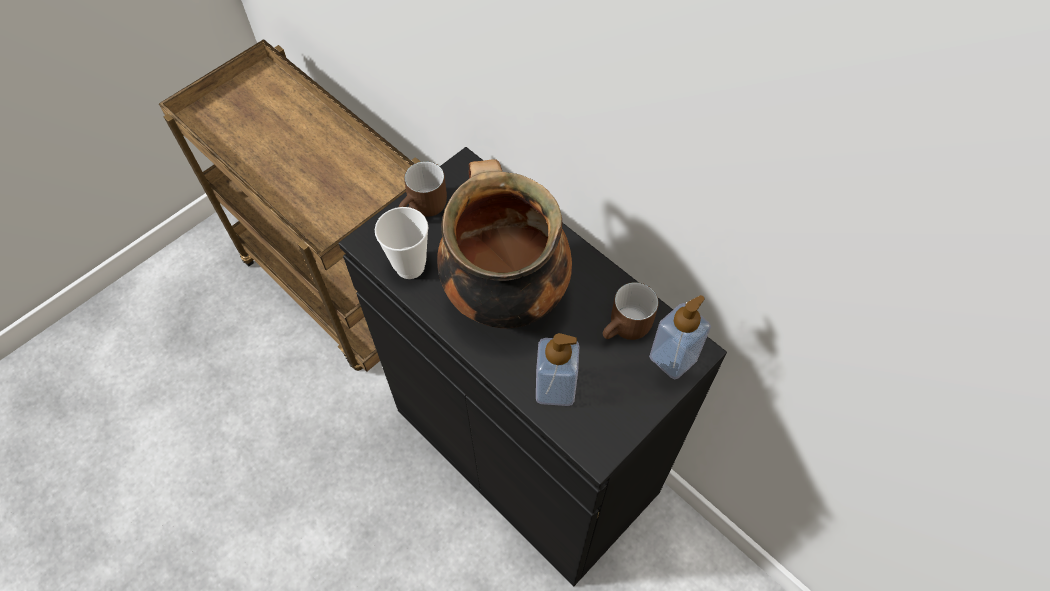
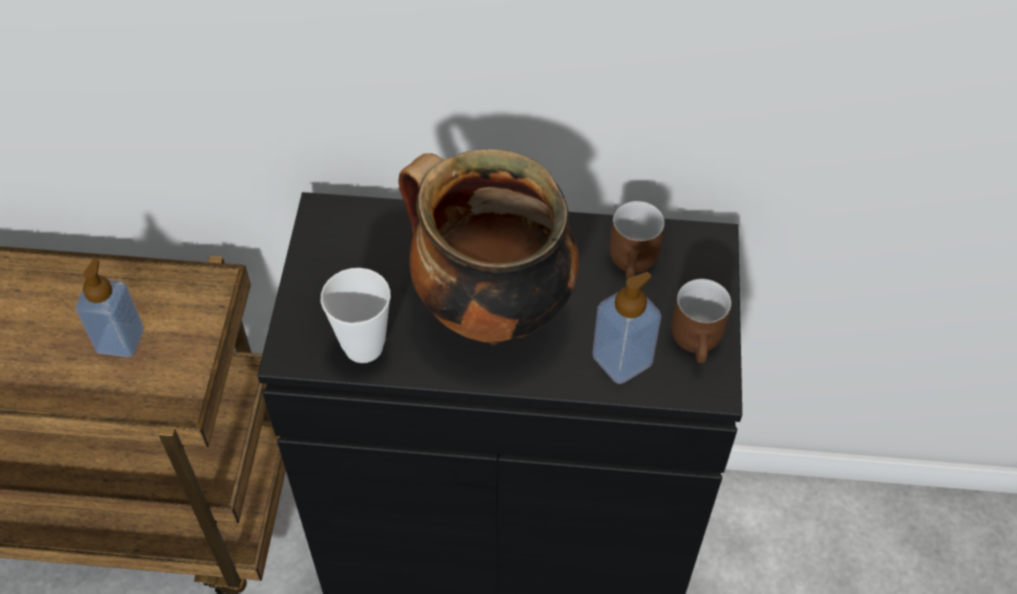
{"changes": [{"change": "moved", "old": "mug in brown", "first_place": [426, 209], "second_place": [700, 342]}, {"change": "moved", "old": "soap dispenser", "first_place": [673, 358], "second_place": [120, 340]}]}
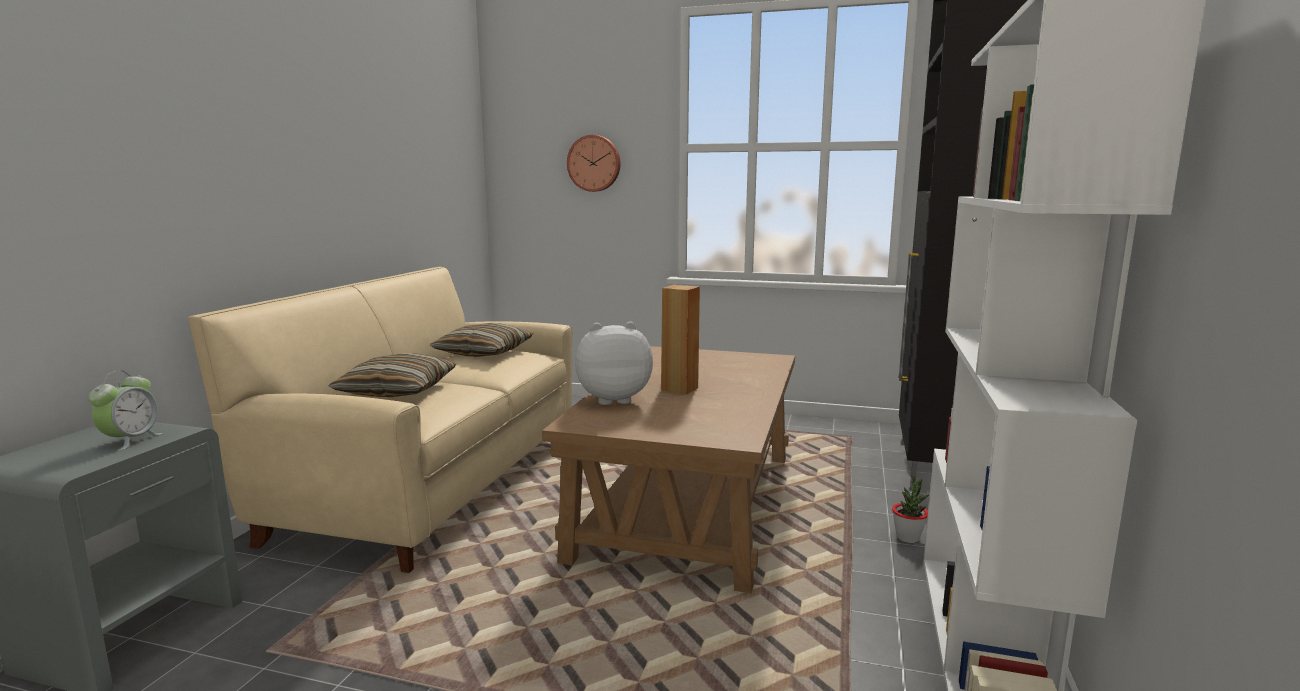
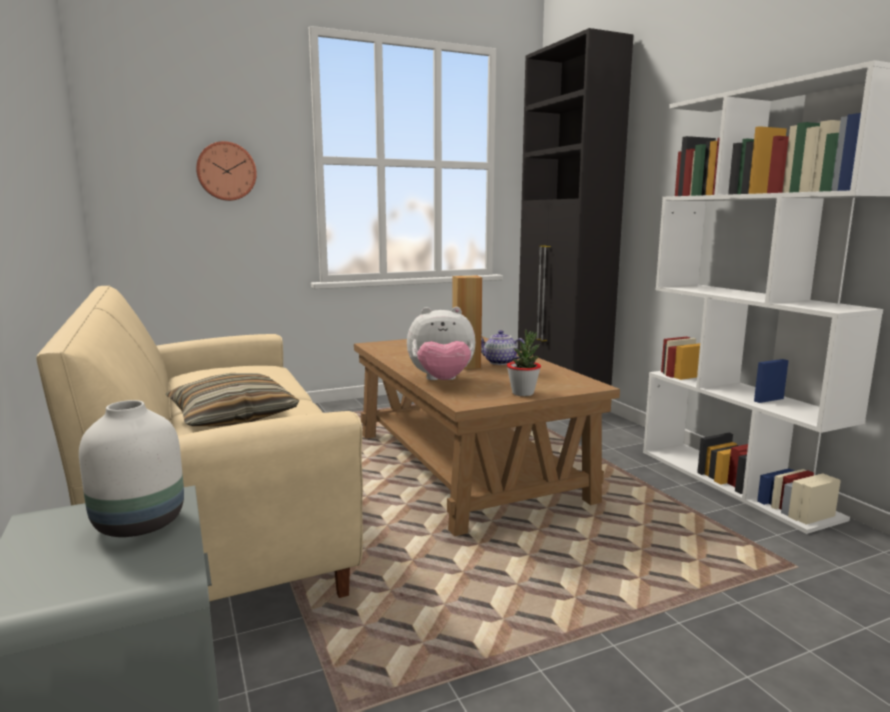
{"changes": [{"change": "replaced", "old": "alarm clock", "new": "vase in white", "first_place": [131, 441], "second_place": [137, 523]}, {"change": "removed", "old": "pillow", "first_place": [484, 352]}, {"change": "turned", "old": "plush toy", "first_place": [613, 399], "second_place": [442, 381], "degrees": -135}, {"change": "moved", "old": "potted plant", "first_place": [908, 538], "second_place": [523, 393]}, {"change": "added", "new": "teapot", "second_place": [499, 362]}]}
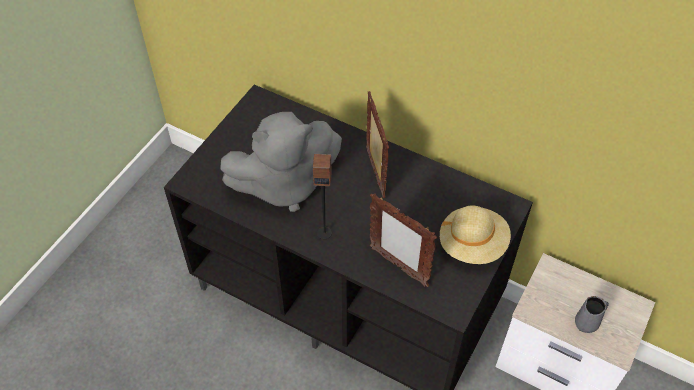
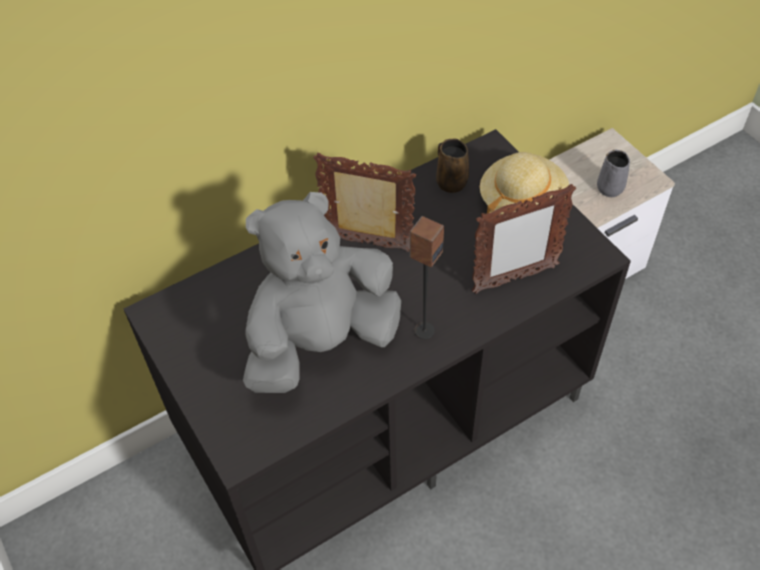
{"changes": [{"change": "turned", "old": "plush toy in grey", "first_place": [284, 184], "second_place": [321, 342], "degrees": -135}, {"change": "added", "new": "mug in brown", "second_place": [450, 181]}]}
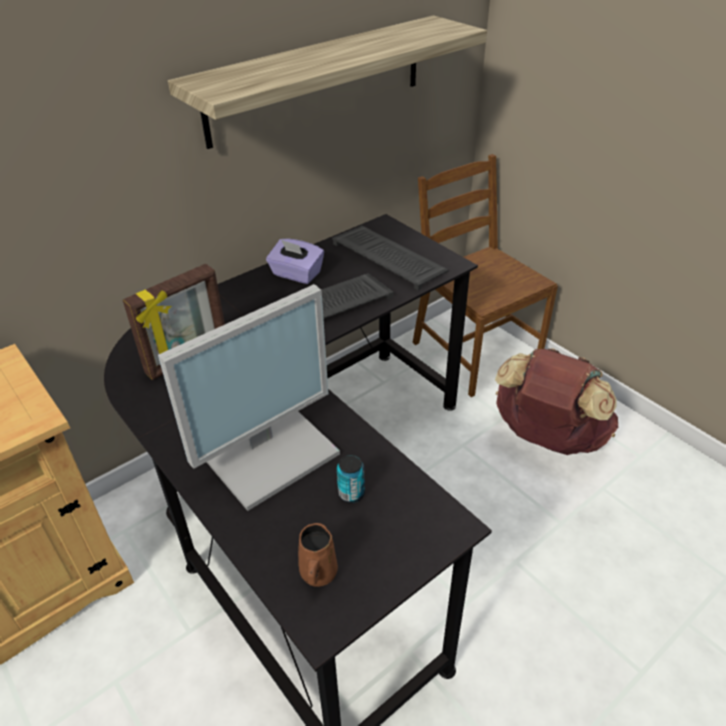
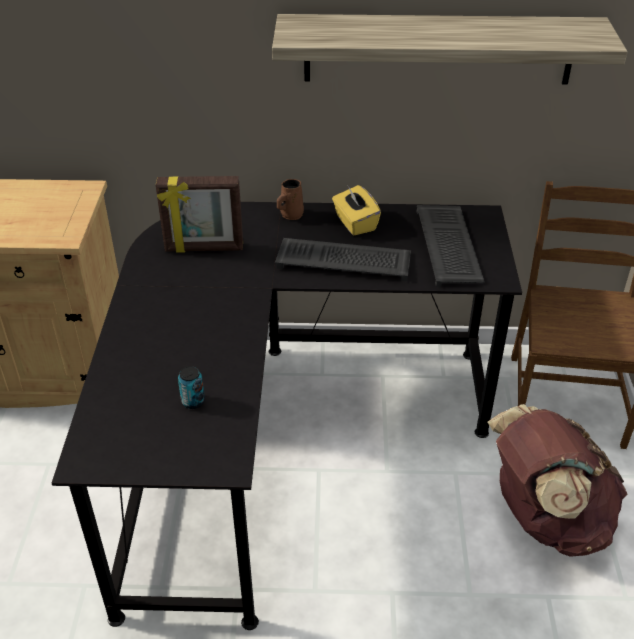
{"changes": [{"change": "removed", "old": "monitor", "first_place": [268, 449]}, {"change": "recoloured", "old": "tissue box in purple", "new": "tissue box in yellow", "first_place": [296, 274], "second_place": [355, 223]}, {"change": "moved", "old": "mug in brown", "first_place": [318, 574], "second_place": [290, 215]}]}
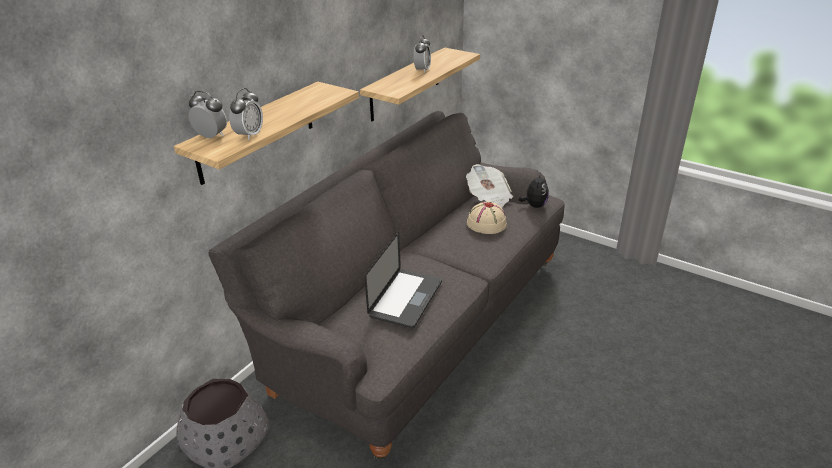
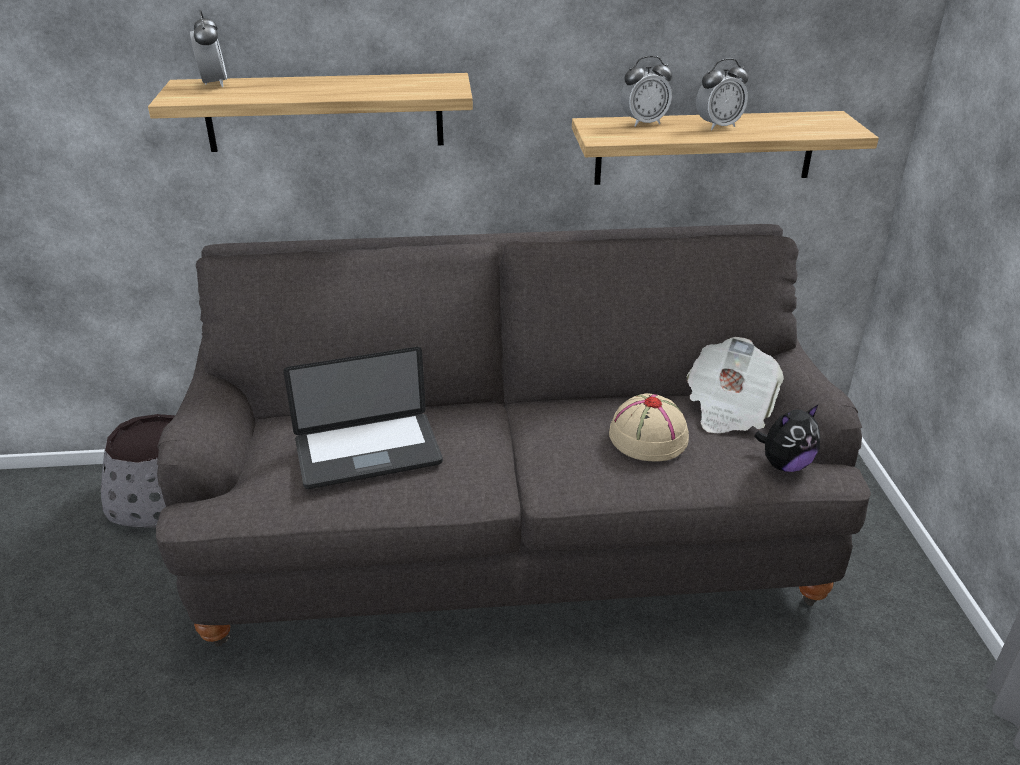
{"changes": [{"change": "moved", "old": "alarm clock", "first_place": [249, 135], "second_place": [643, 123]}]}
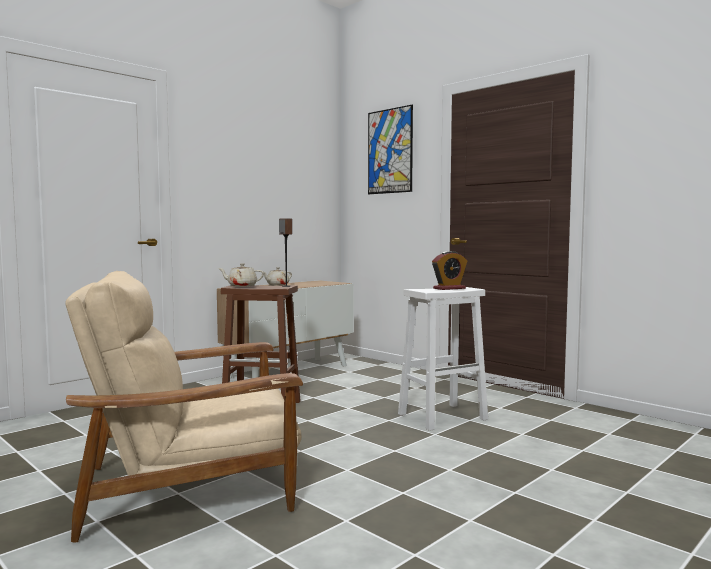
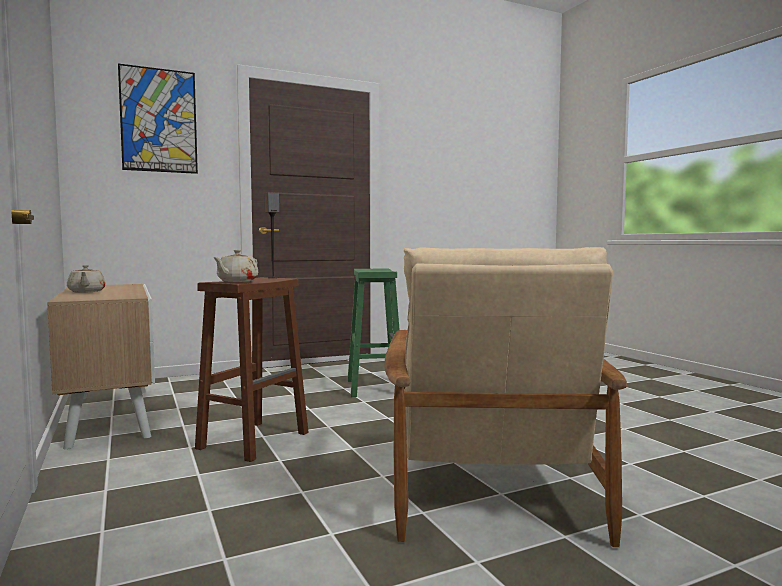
{"changes": [{"change": "recoloured", "old": "stool in white", "new": "stool in green", "first_place": [443, 416], "second_place": [374, 387]}, {"change": "removed", "old": "alarm clock", "first_place": [449, 288]}]}
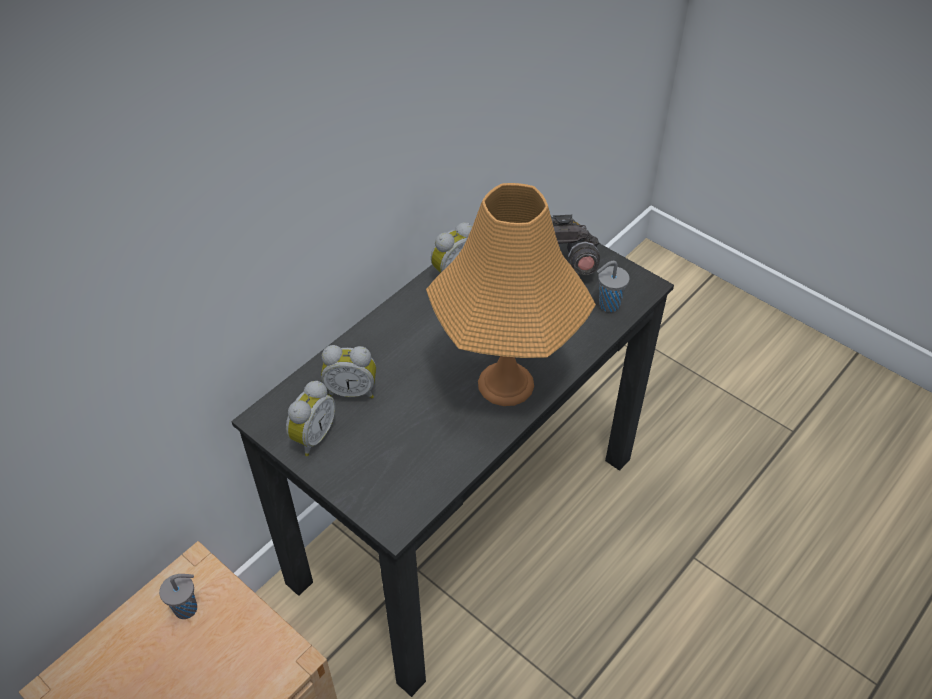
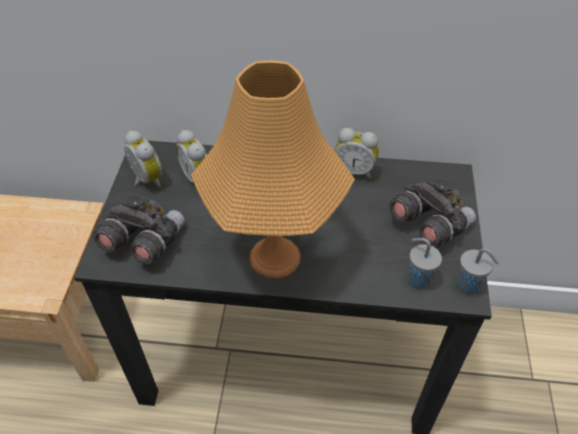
{"changes": [{"change": "moved", "old": "cup in grey", "first_place": [187, 608], "second_place": [468, 286]}, {"change": "turned", "old": "alarm clock", "first_place": [312, 436], "second_place": [145, 180], "degrees": -120}, {"change": "added", "new": "binoculars in grey", "second_place": [143, 242]}]}
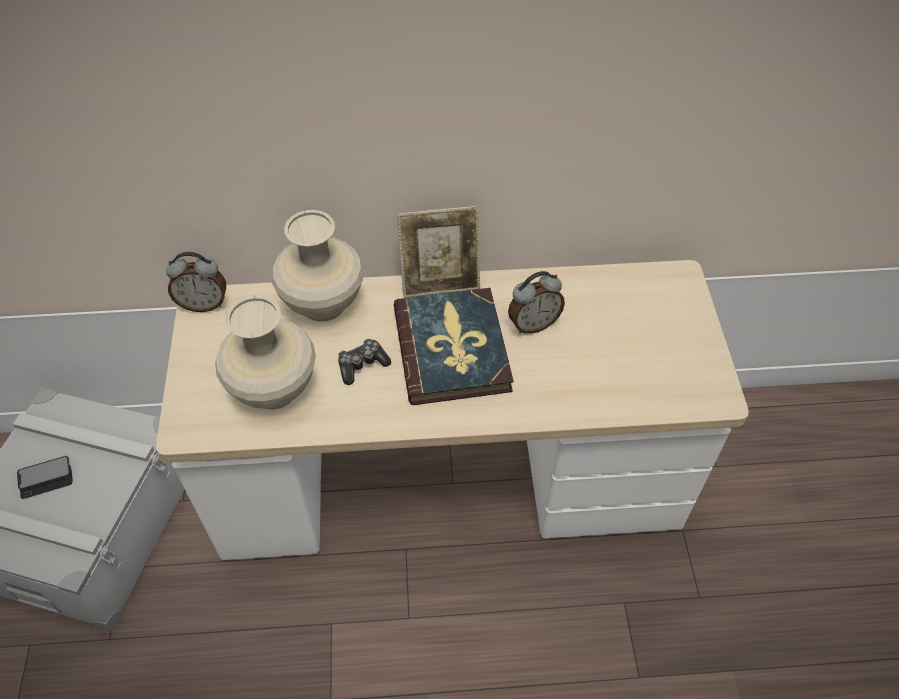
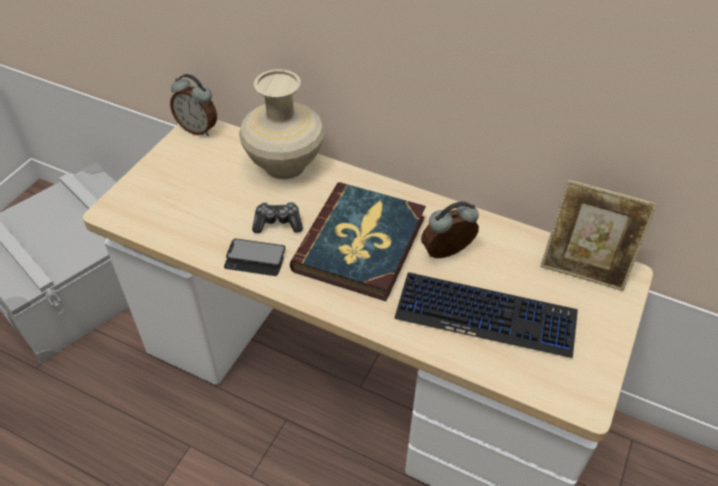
{"changes": [{"change": "moved", "old": "phone", "first_place": [45, 478], "second_place": [255, 258]}, {"change": "removed", "old": "vase in beige", "first_place": [273, 389]}, {"change": "moved", "old": "picture frame", "first_place": [440, 282], "second_place": [584, 267]}, {"change": "turned", "old": "alarm clock", "first_place": [533, 324], "second_place": [447, 254], "degrees": 150}, {"change": "added", "new": "keyboard", "second_place": [486, 315]}]}
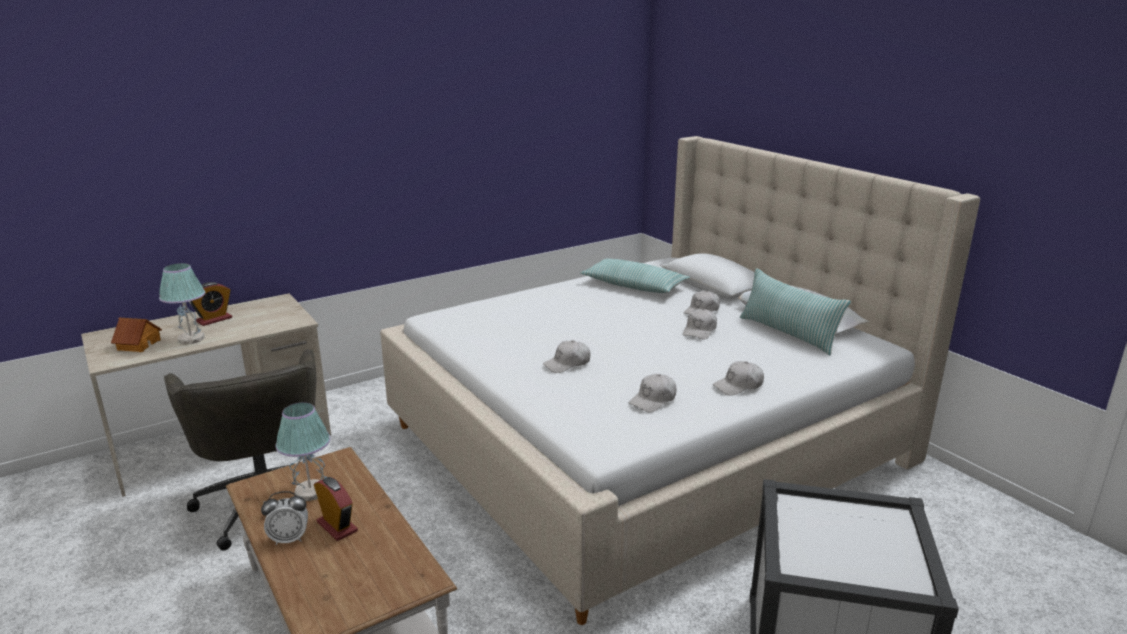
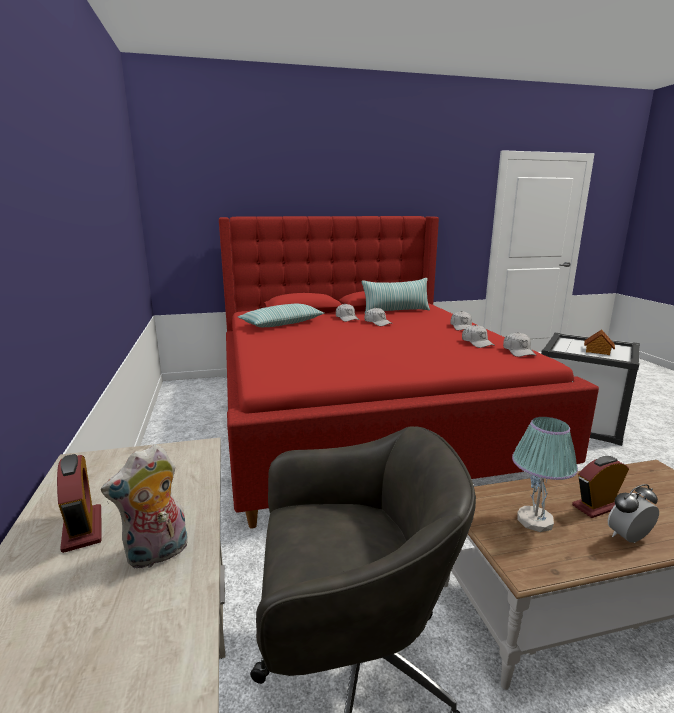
{"changes": [{"change": "moved", "old": "toy house", "first_place": [138, 345], "second_place": [597, 351]}, {"change": "replaced", "old": "table lamp", "new": "plush toy", "first_place": [191, 339], "second_place": [157, 555]}, {"change": "turned", "old": "alarm clock", "first_place": [289, 539], "second_place": [628, 538], "degrees": -120}, {"change": "recoloured", "old": "bed in beige", "new": "bed in red", "first_place": [649, 442], "second_place": [364, 417]}, {"change": "moved", "old": "cap in white", "first_place": [567, 364], "second_place": [518, 351]}]}
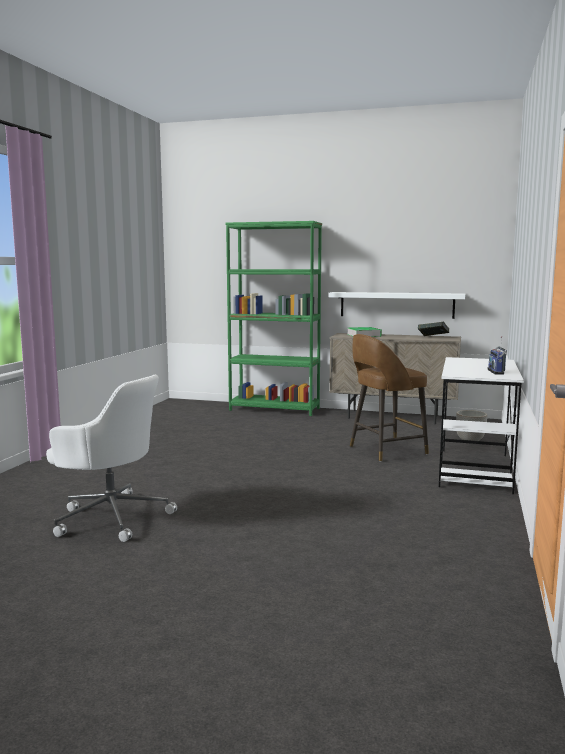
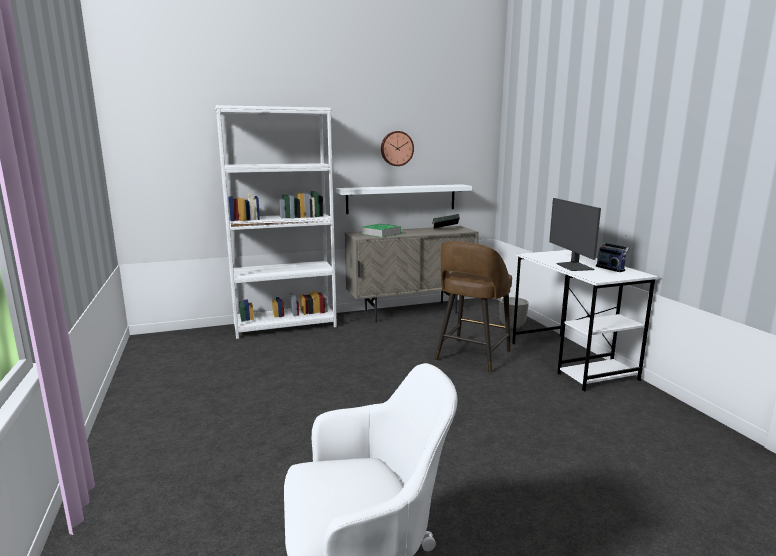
{"changes": [{"change": "recoloured", "old": "bookcase in green", "new": "bookcase in white", "first_place": [274, 409], "second_place": [285, 326]}, {"change": "added", "new": "wall clock", "second_place": [396, 148]}, {"change": "added", "new": "monitor", "second_place": [574, 267]}]}
